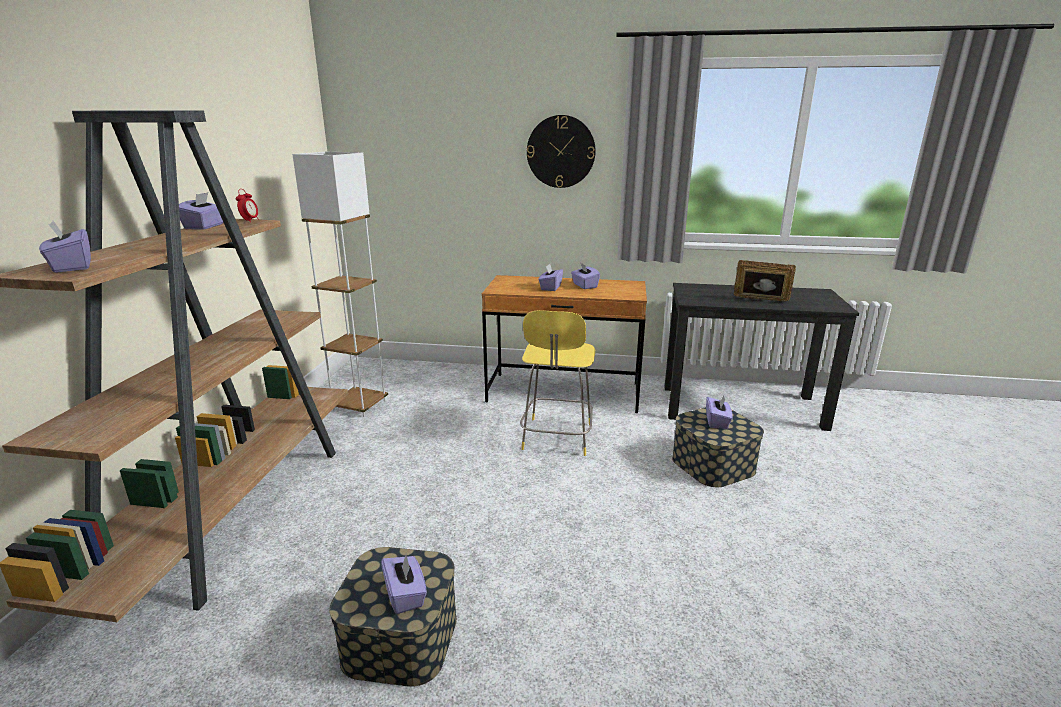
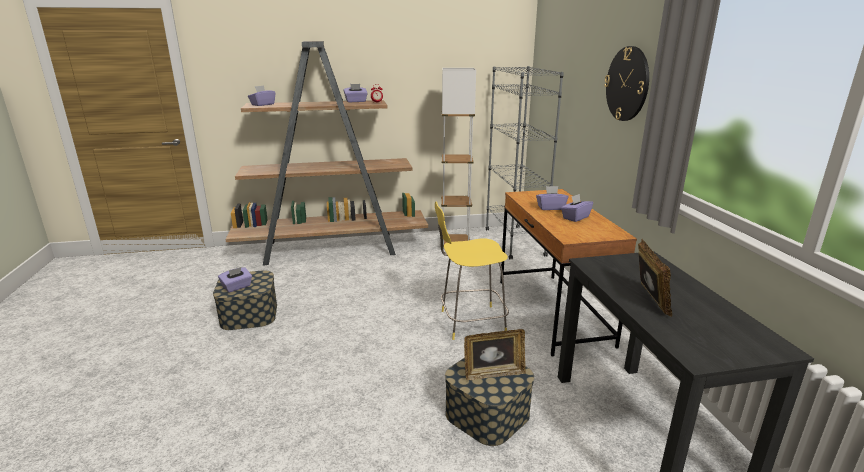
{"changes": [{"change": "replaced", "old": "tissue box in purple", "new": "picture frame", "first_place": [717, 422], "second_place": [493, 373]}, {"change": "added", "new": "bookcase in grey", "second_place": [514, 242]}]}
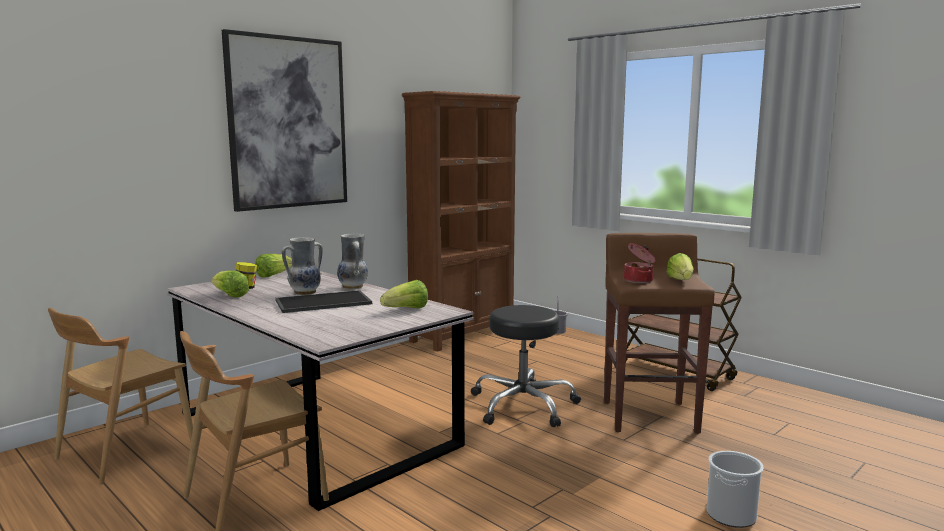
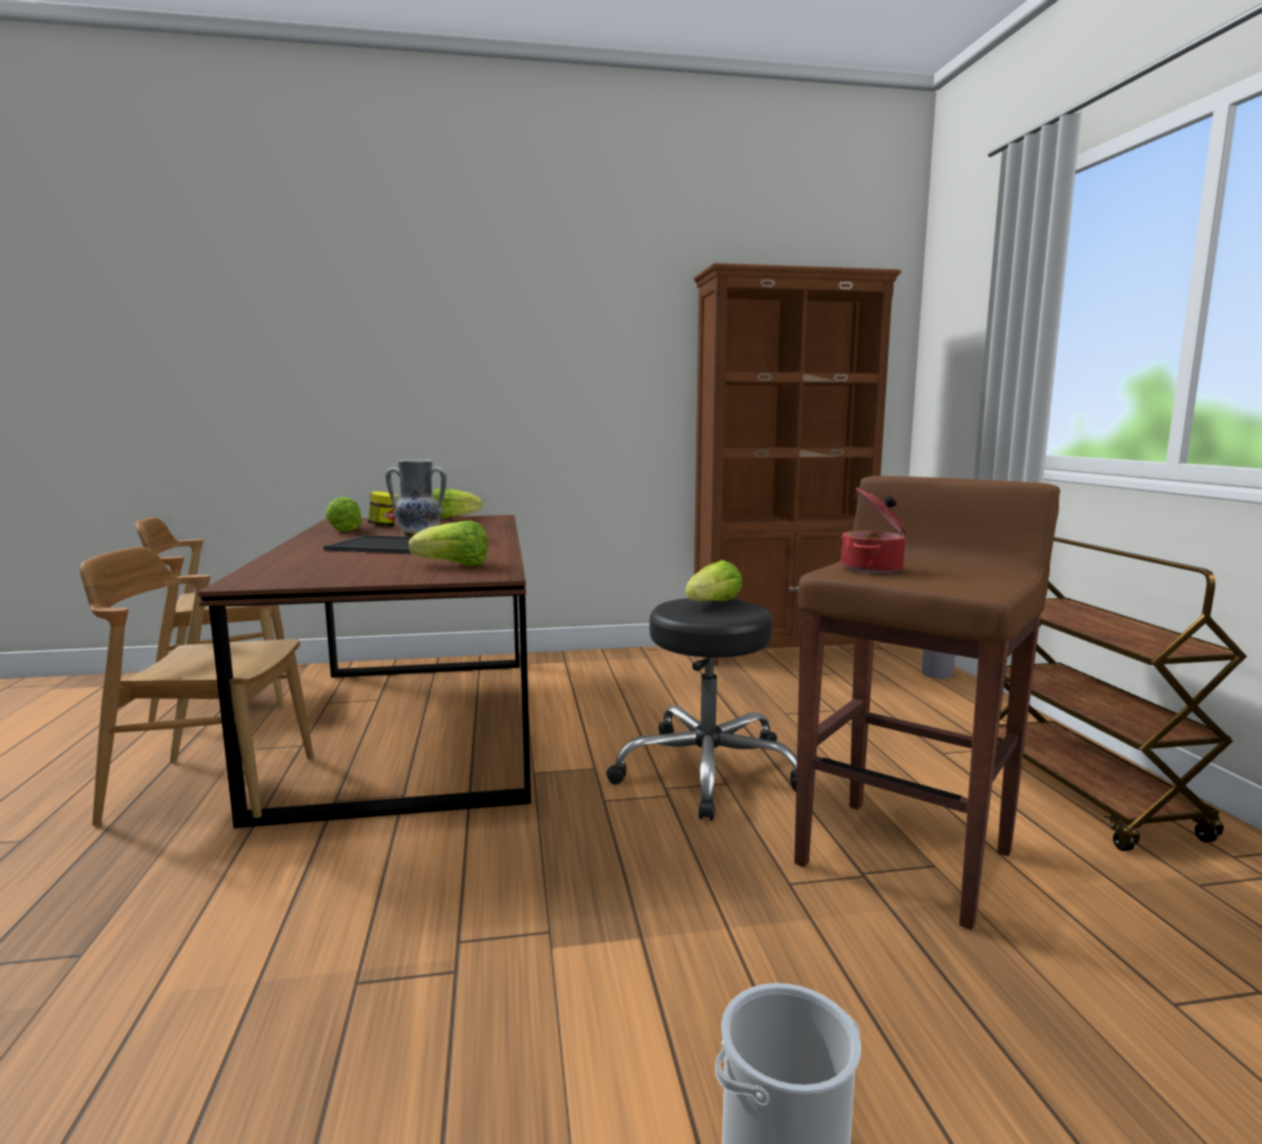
{"changes": [{"change": "recoloured", "old": "dining table in grey", "new": "dining table in brown", "first_place": [317, 428], "second_place": [414, 724]}, {"change": "removed", "old": "picture", "first_place": [288, 123]}, {"change": "removed", "old": "vase", "first_place": [353, 287]}, {"change": "moved", "old": "lettuce", "first_place": [681, 281], "second_place": [713, 604]}]}
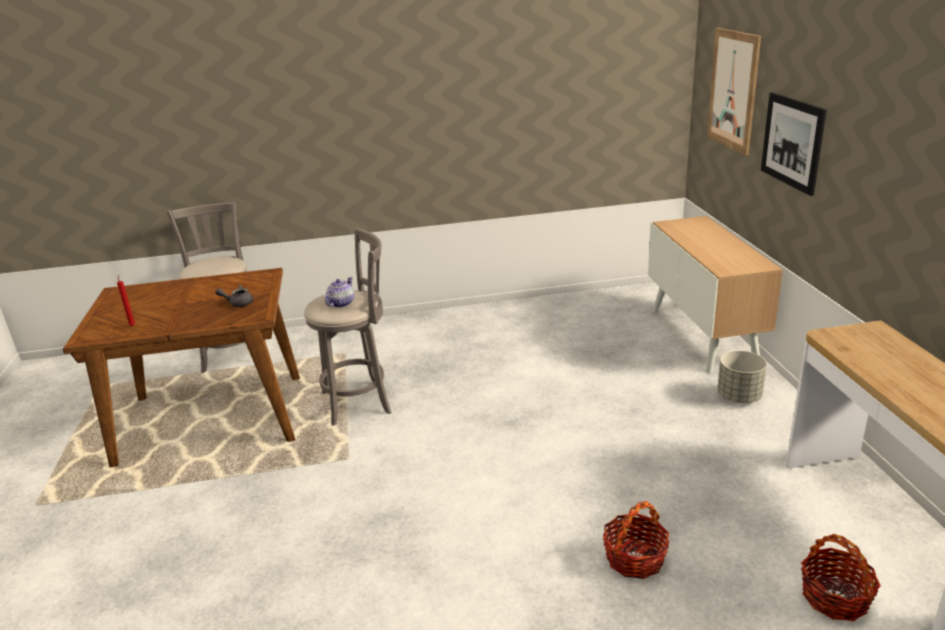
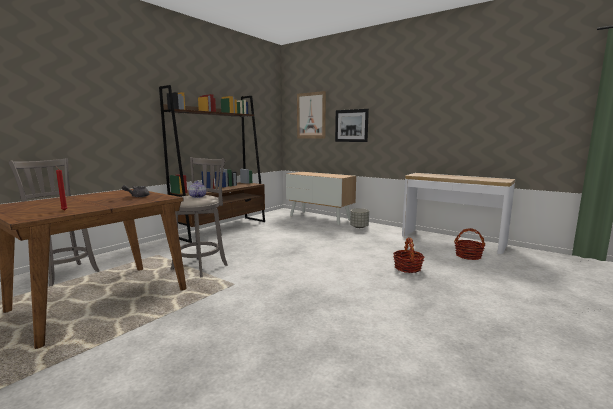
{"changes": [{"change": "added", "new": "bookcase in brown", "second_place": [222, 228]}]}
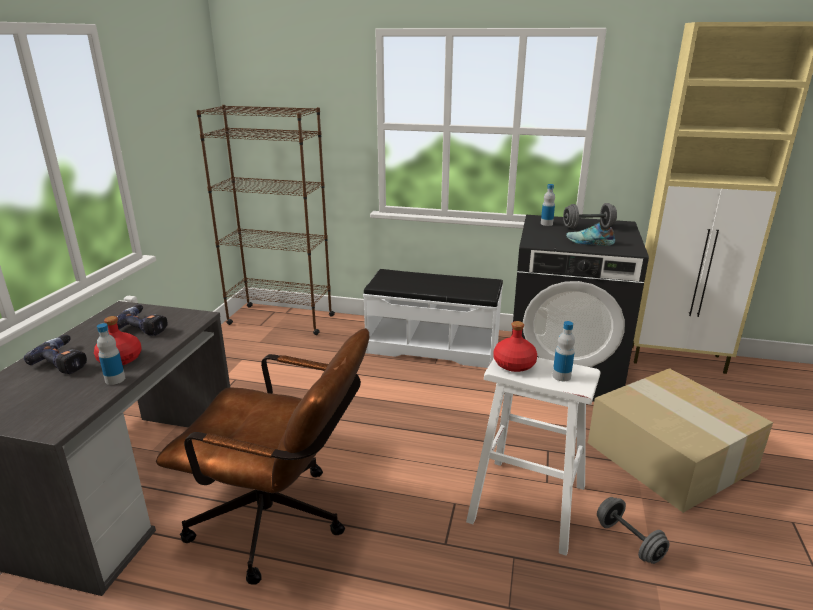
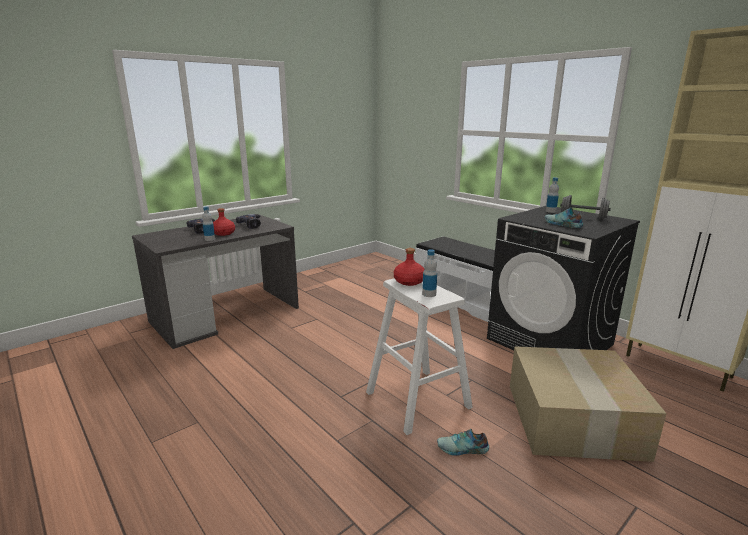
{"changes": [{"change": "removed", "old": "office chair in brown", "first_place": [281, 523]}, {"change": "removed", "old": "bookcase in brown", "first_place": [280, 319]}, {"change": "replaced", "old": "dumbbell in grey", "new": "shoe", "first_place": [629, 541], "second_place": [462, 449]}]}
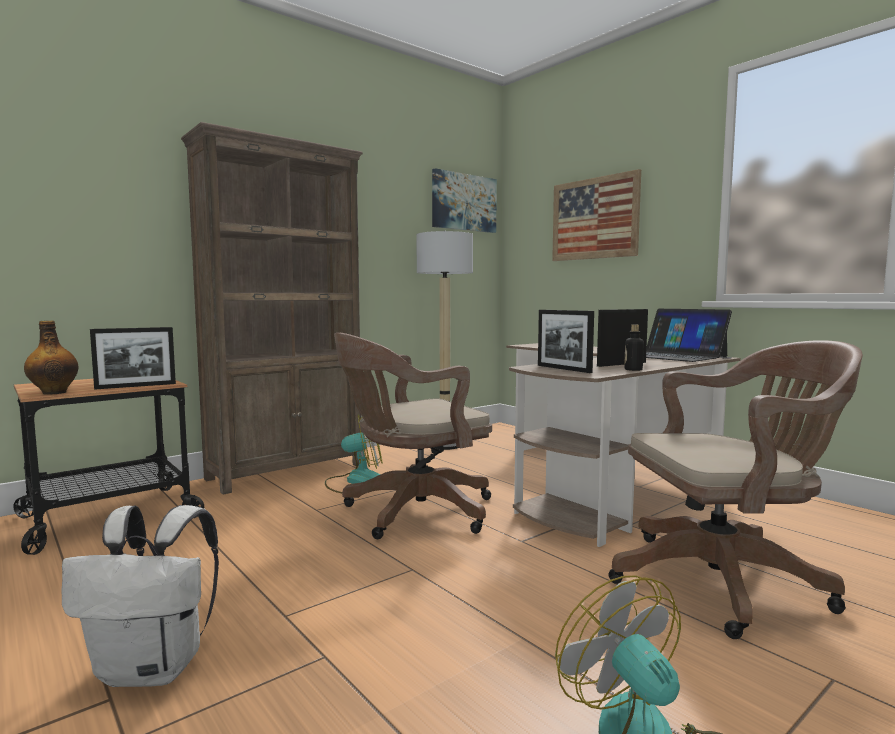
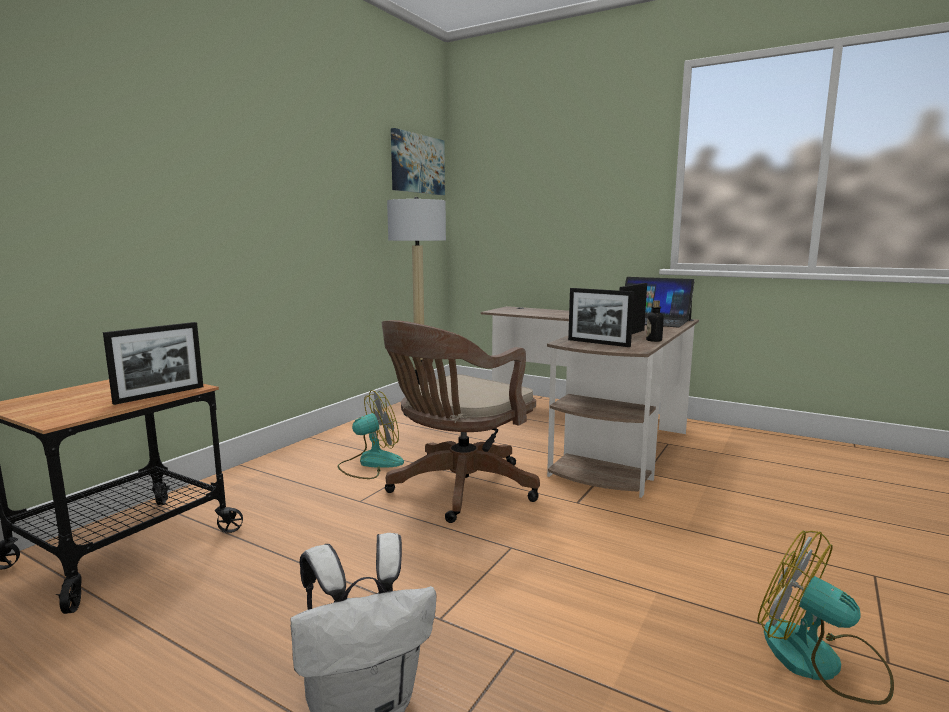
{"changes": [{"change": "removed", "old": "bottle", "first_place": [54, 392]}, {"change": "removed", "old": "bookcase in brown", "first_place": [287, 471]}, {"change": "removed", "old": "picture", "first_place": [594, 218]}, {"change": "removed", "old": "office chair in brown", "first_place": [726, 581]}]}
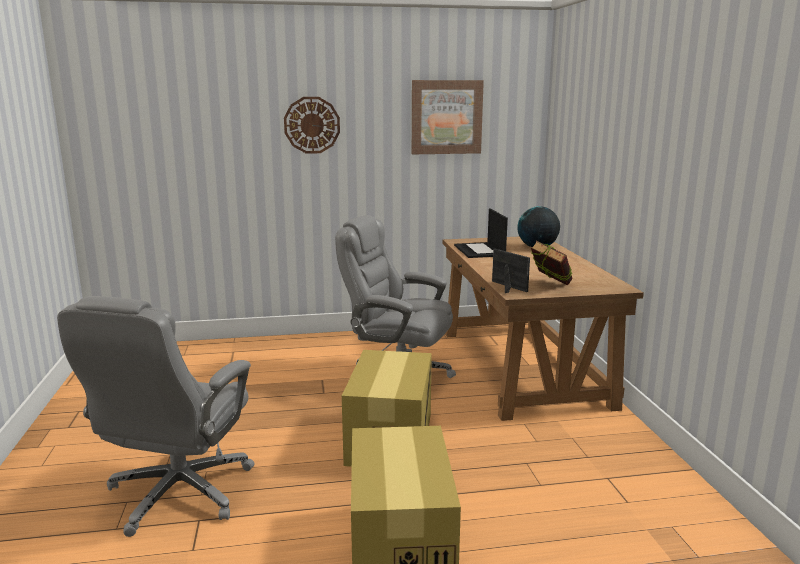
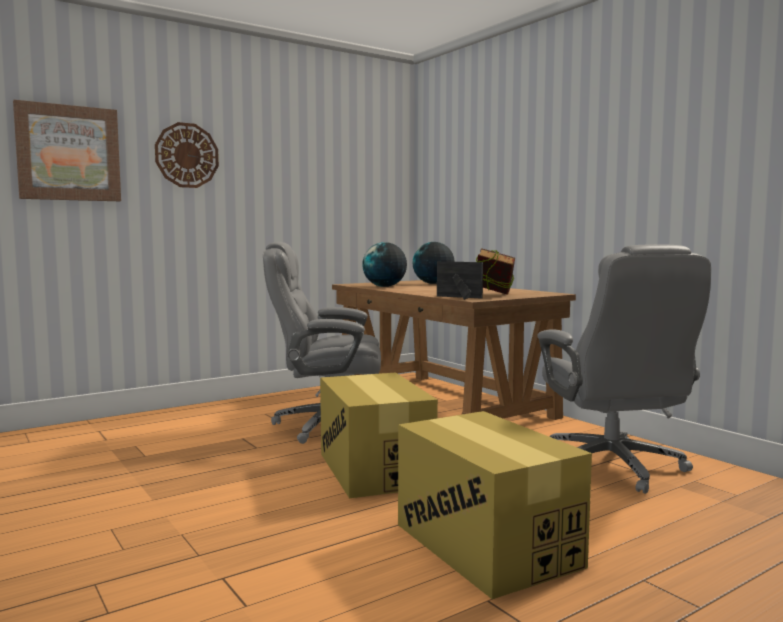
{"changes": [{"change": "moved", "old": "office chair in grey", "first_place": [178, 493], "second_place": [613, 467]}, {"change": "moved", "old": "picture", "first_place": [446, 117], "second_place": [68, 153]}, {"change": "replaced", "old": "laptop", "new": "globe", "first_place": [480, 251], "second_place": [384, 286]}]}
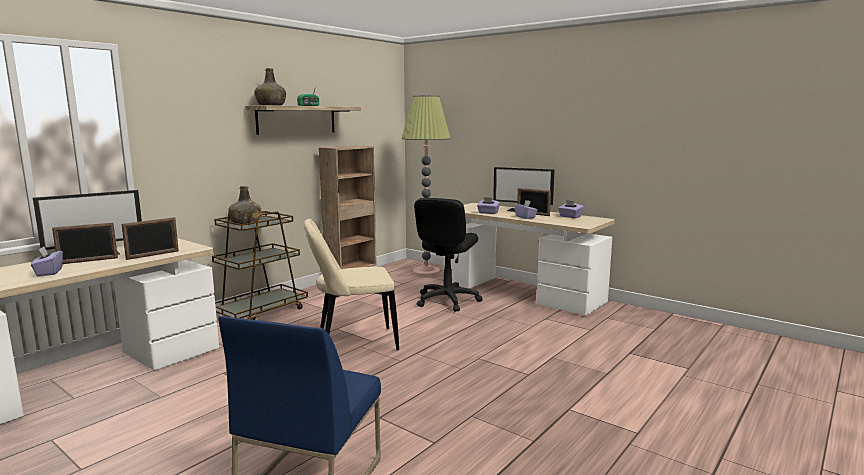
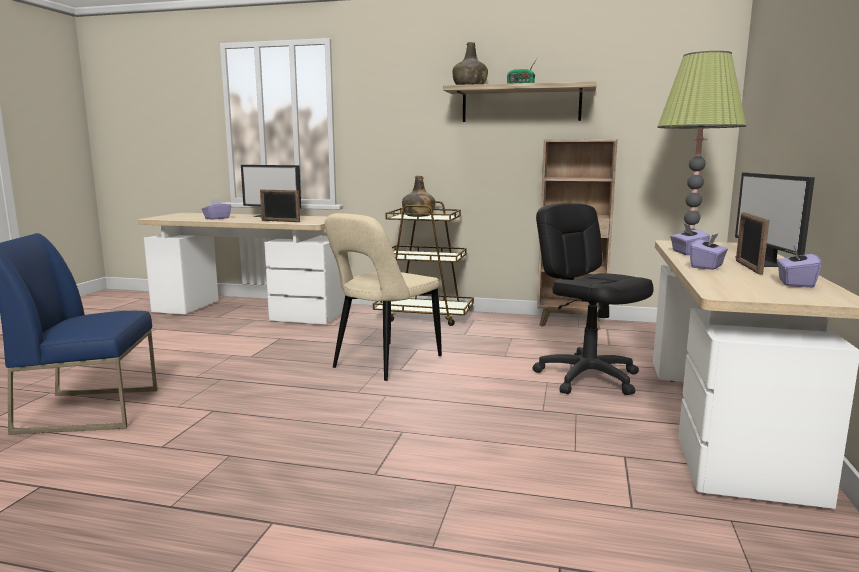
{"changes": [{"change": "removed", "old": "picture frame", "first_place": [88, 261]}, {"change": "turned", "old": "chair in beige", "first_place": [353, 343], "second_place": [384, 363], "degrees": -105}, {"change": "turned", "old": "office chair in black", "first_place": [447, 300], "second_place": [588, 377], "degrees": 60}]}
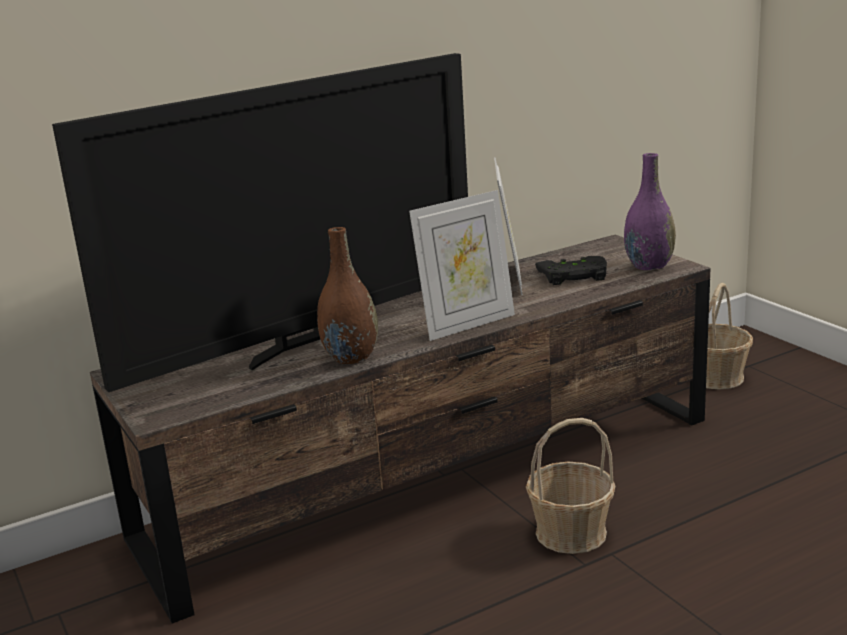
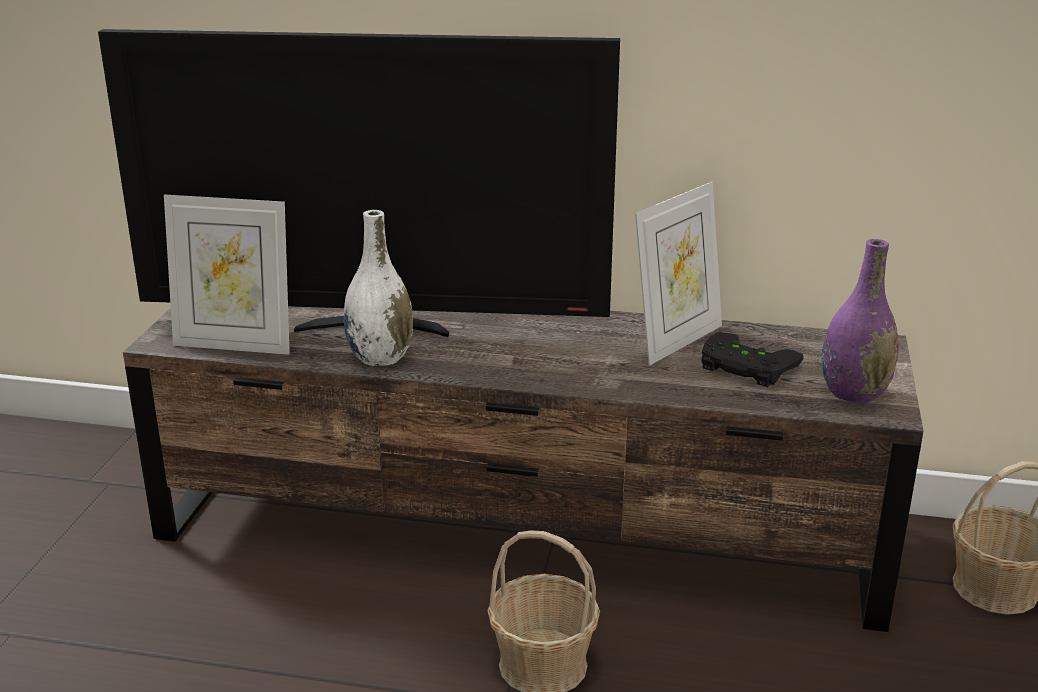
{"changes": [{"change": "recoloured", "old": "vase in brown", "new": "vase in white", "first_place": [351, 357], "second_place": [380, 358]}, {"change": "moved", "old": "picture frame", "first_place": [467, 324], "second_place": [235, 344]}]}
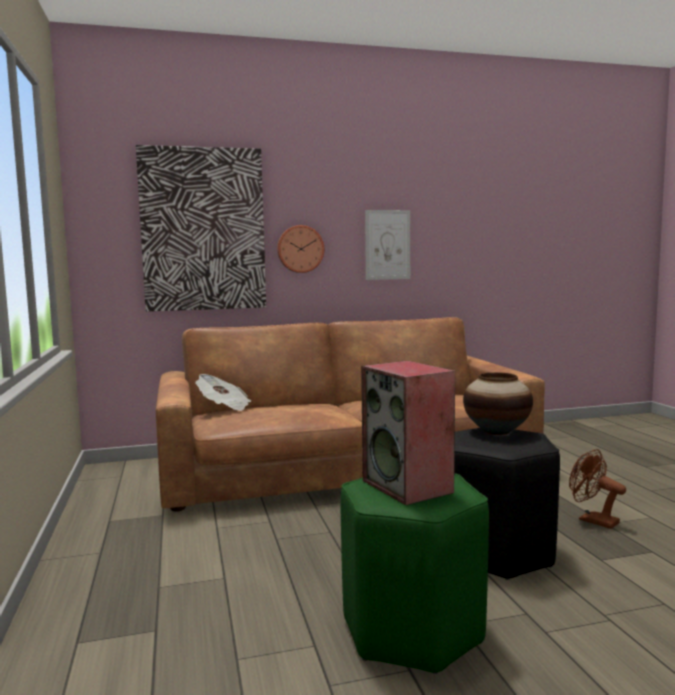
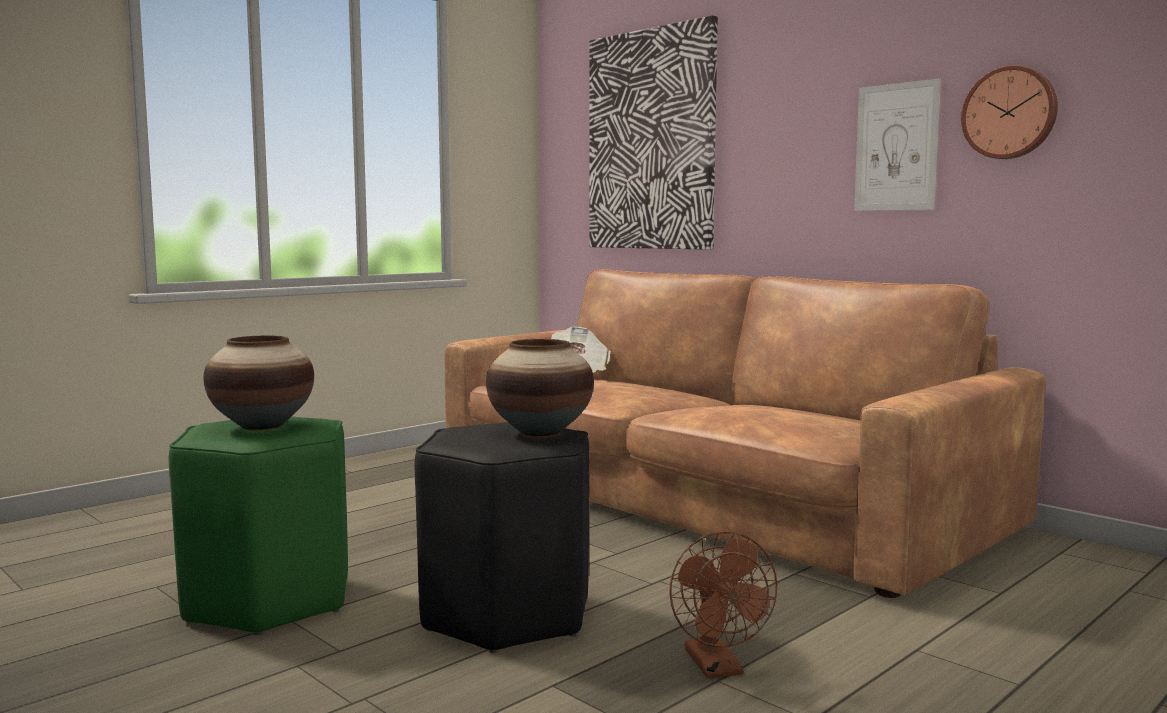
{"changes": [{"change": "moved", "old": "wall clock", "first_place": [300, 249], "second_place": [1010, 113]}, {"change": "replaced", "old": "speaker", "new": "vase", "first_place": [408, 487], "second_place": [262, 426]}, {"change": "turned", "old": "fan in brown", "first_place": [592, 520], "second_place": [718, 668], "degrees": 150}]}
